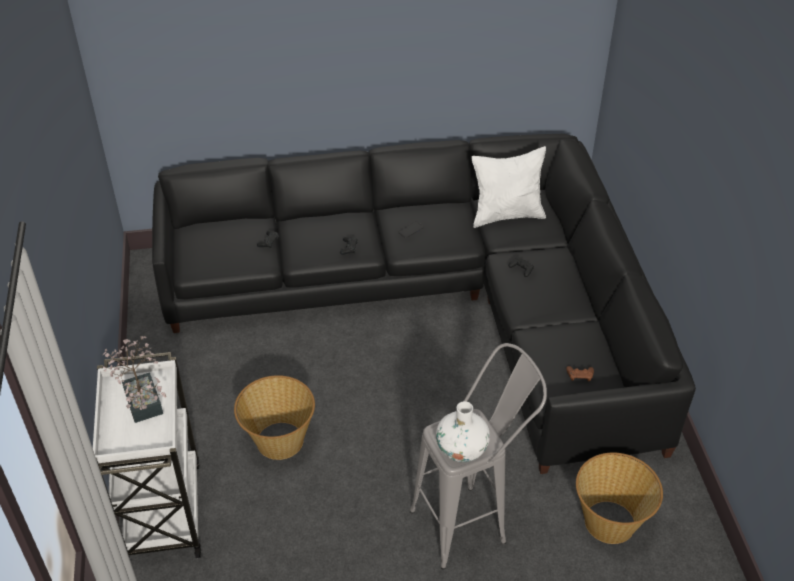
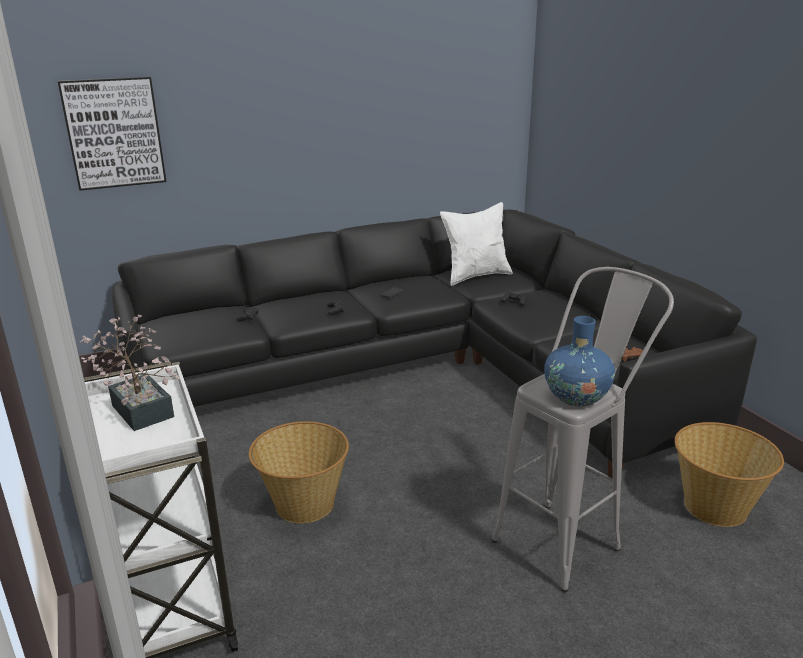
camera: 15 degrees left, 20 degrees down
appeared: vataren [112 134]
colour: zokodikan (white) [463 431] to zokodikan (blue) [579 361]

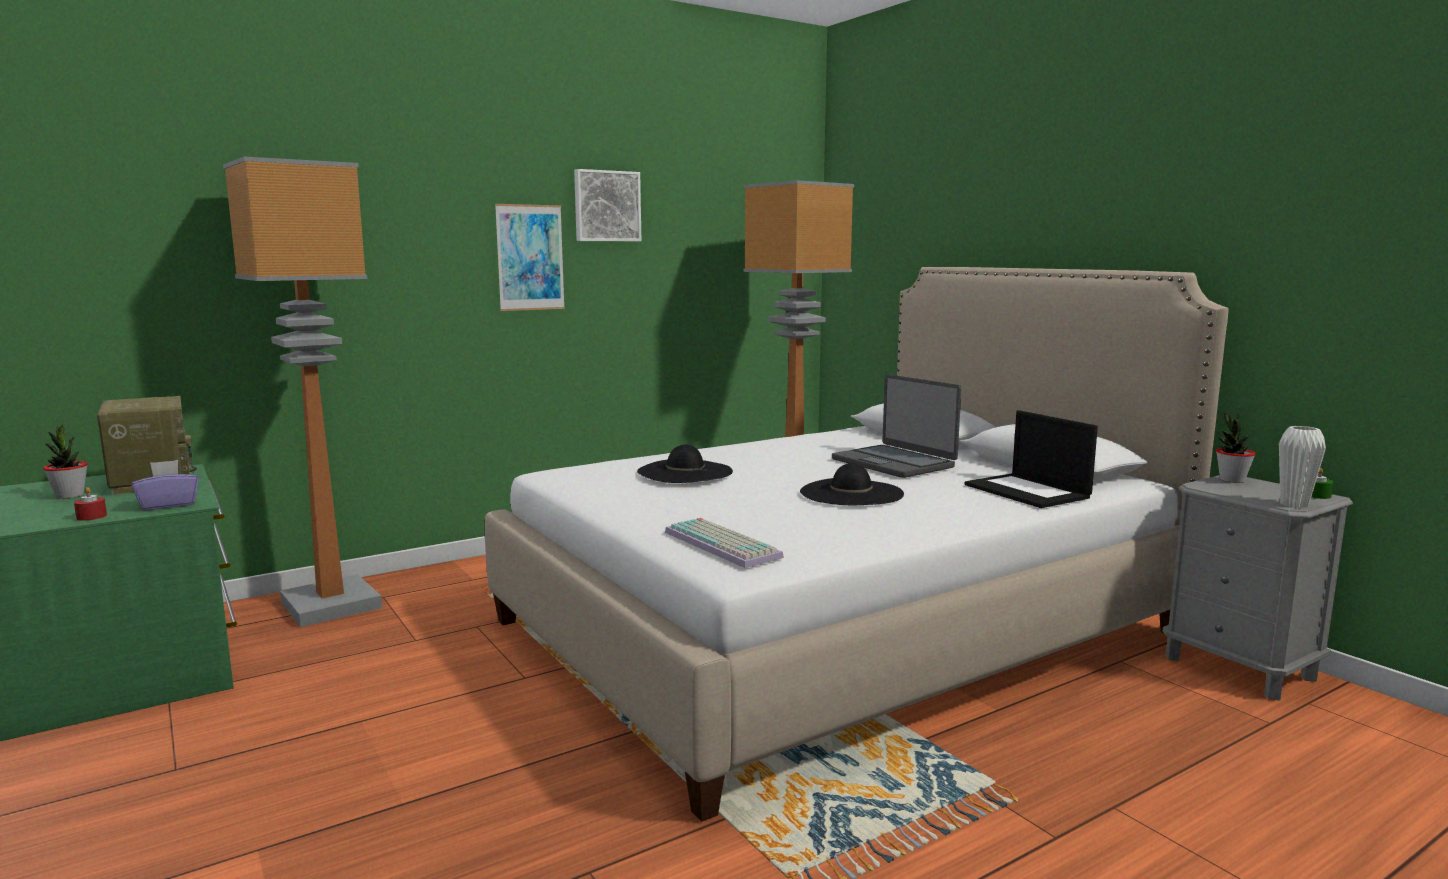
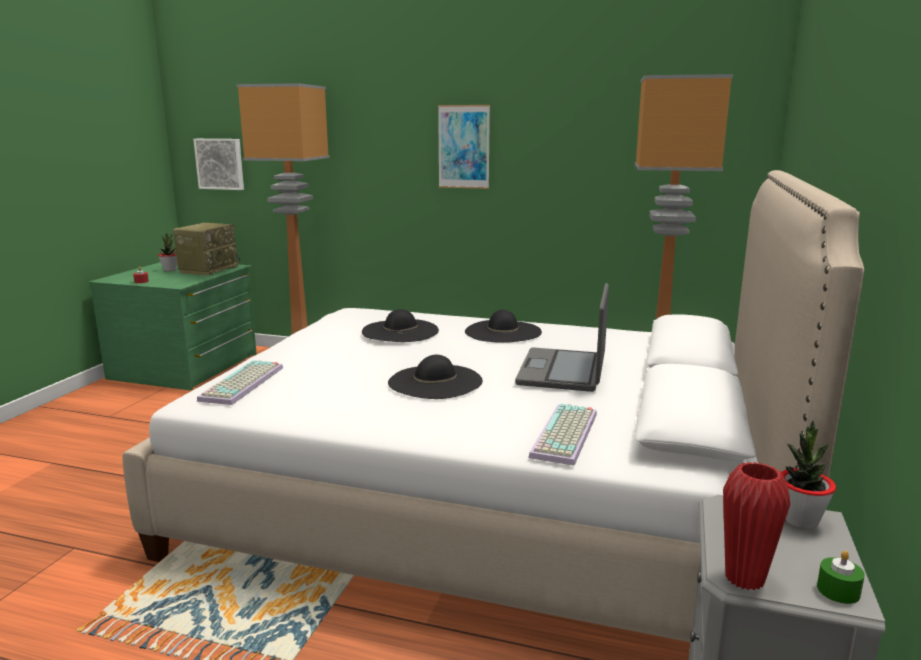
camera: 50 degrees right, 5 degrees up
missing: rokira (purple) [165 485]
appeared: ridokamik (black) [503 326]
relocated: vataren [607 205] to [218 164]
exchanged: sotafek [1031 459] to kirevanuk [562 435]
colour: zokodikan (white) [1302 467] to zokodikan (red) [756 526]

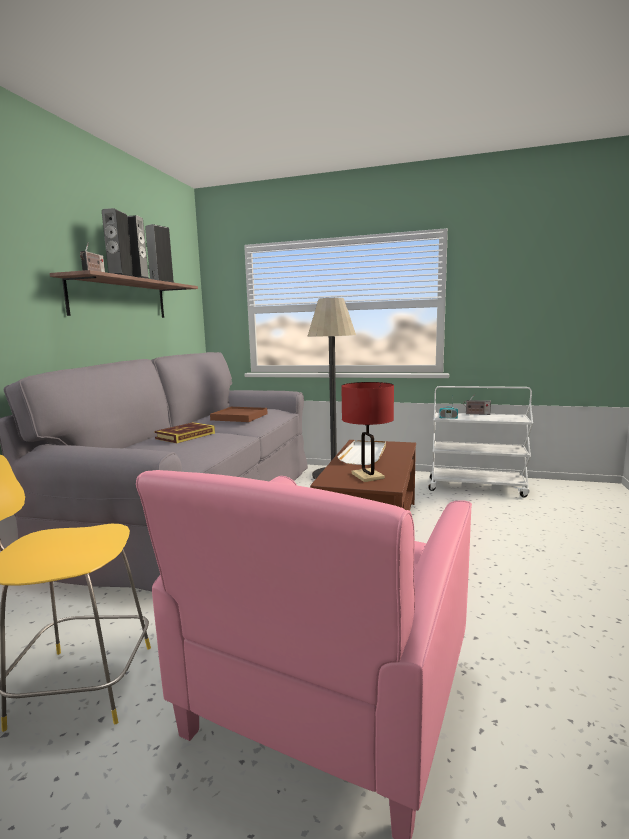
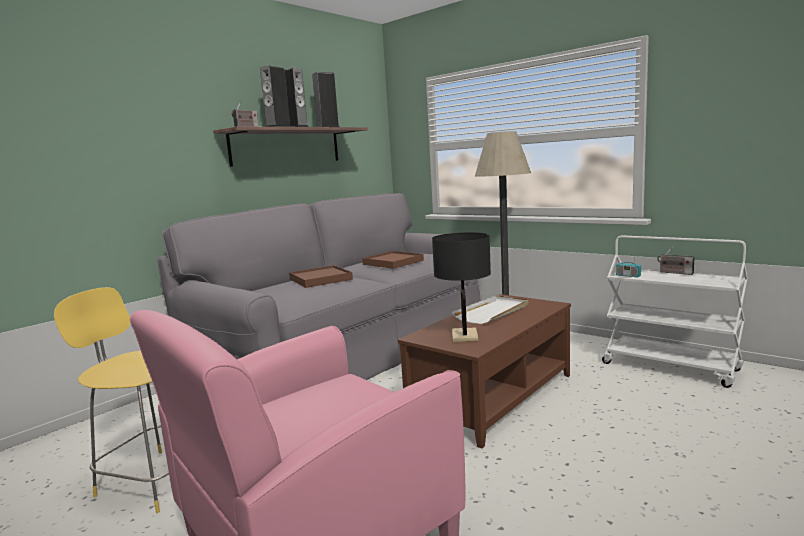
camera: 25 degrees right, 0 degrees up
exchanged: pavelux [184 432] to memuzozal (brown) [321 276]
colour: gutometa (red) [367 432] to gutometa (black) [461 287]

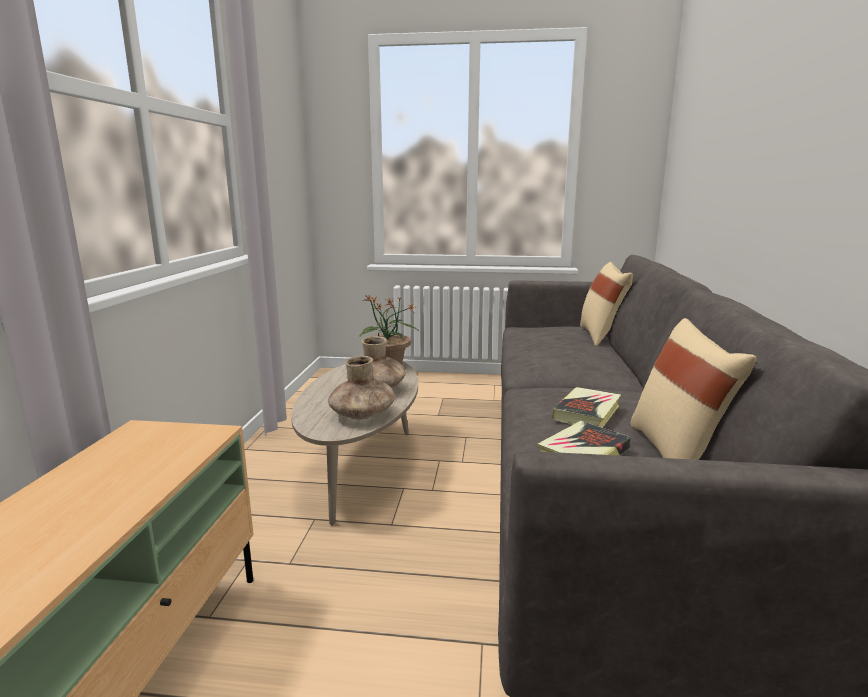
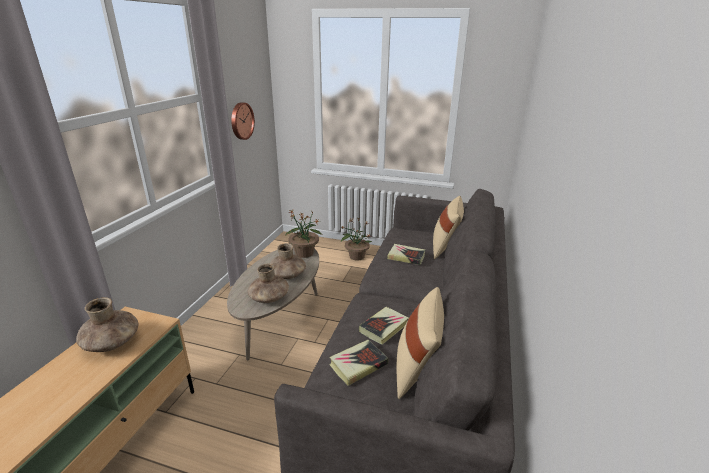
camera: 10 degrees right, 10 degrees up
appeared: zokodikan (brown) [107 324]; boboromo [243 121]; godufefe [356 239]; pavelux [406 254]

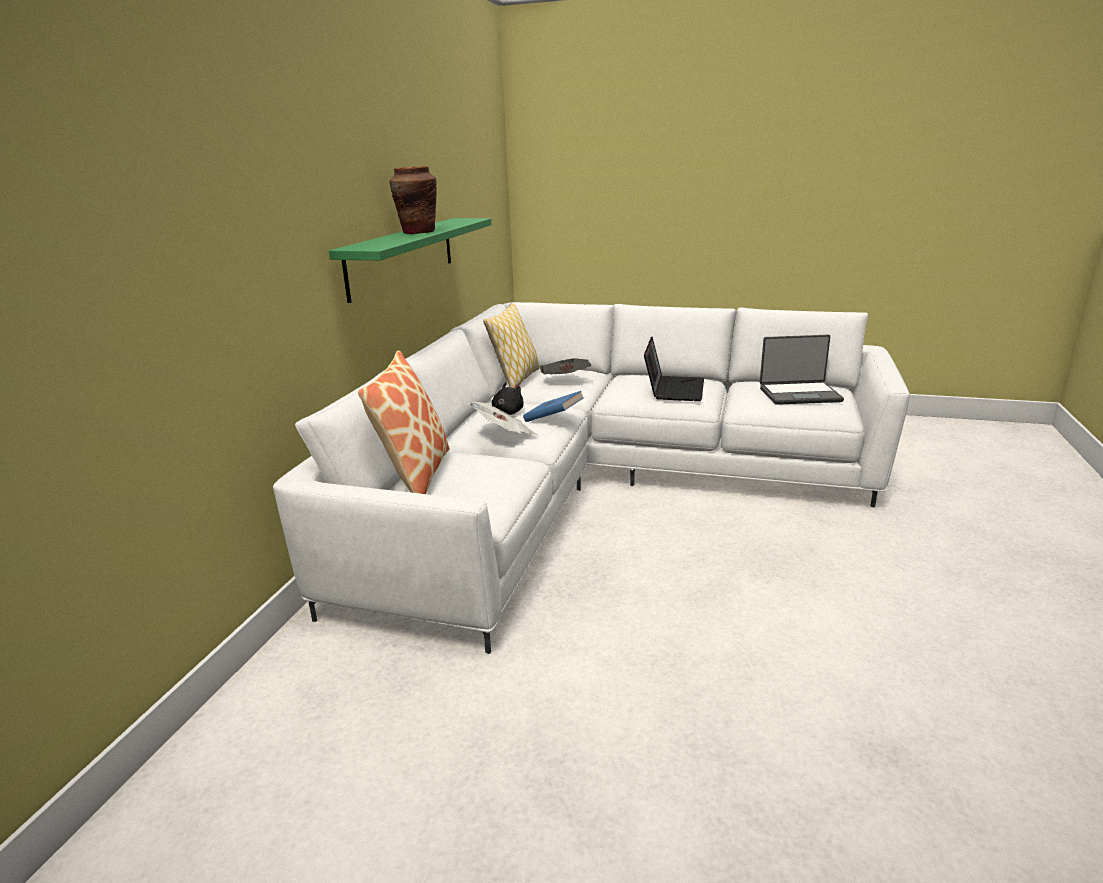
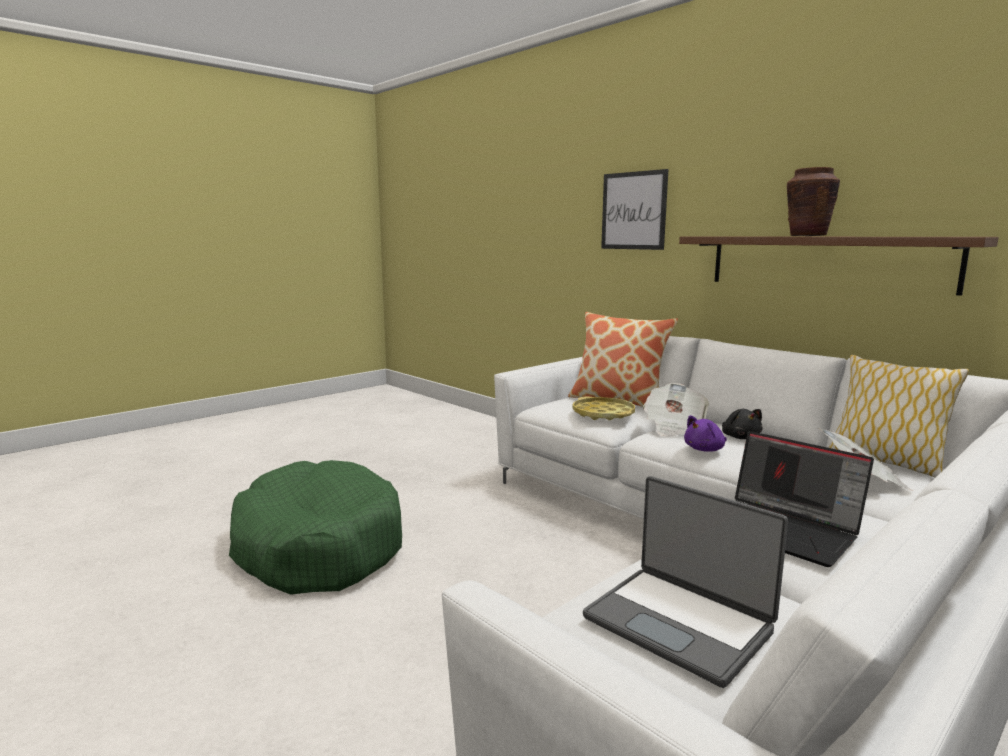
camera: 120 degrees right, 10 degrees down
appeared: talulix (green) [315 527]; memuzozal (yellow) [603 408]; vataren [635 209]
exchanged: pavelux (blue) [553 406] to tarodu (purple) [705 433]
colour: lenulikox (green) [410 260] to lenulikox (brown) [839 266]
spun: sotafek [802 370] = [685 582] 75 degrees counterclockwise

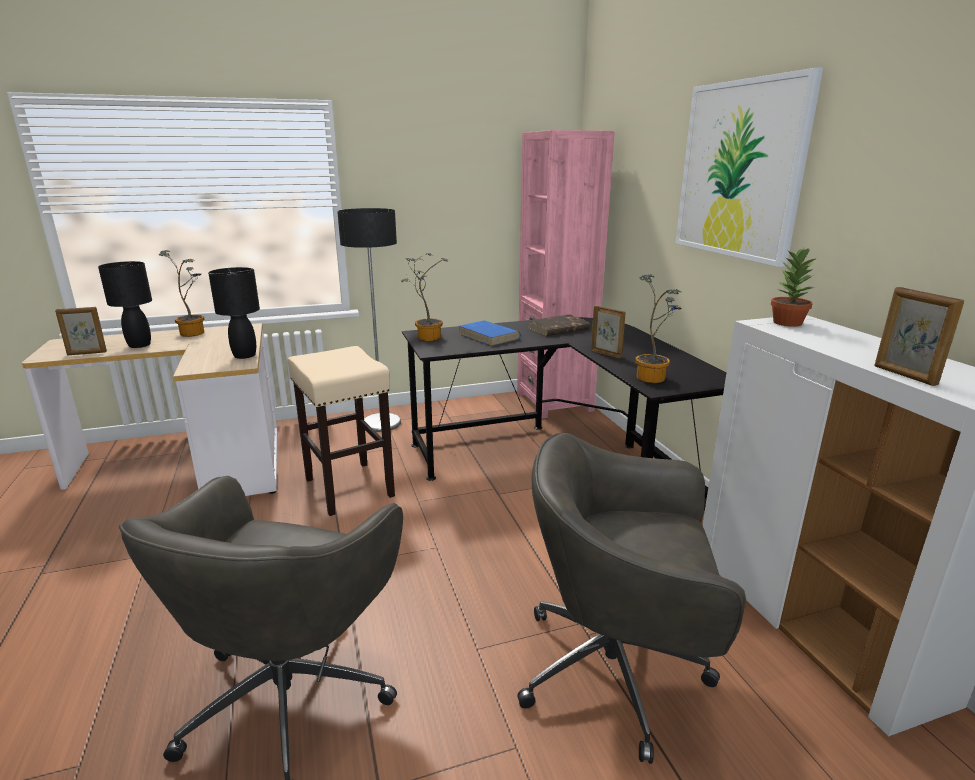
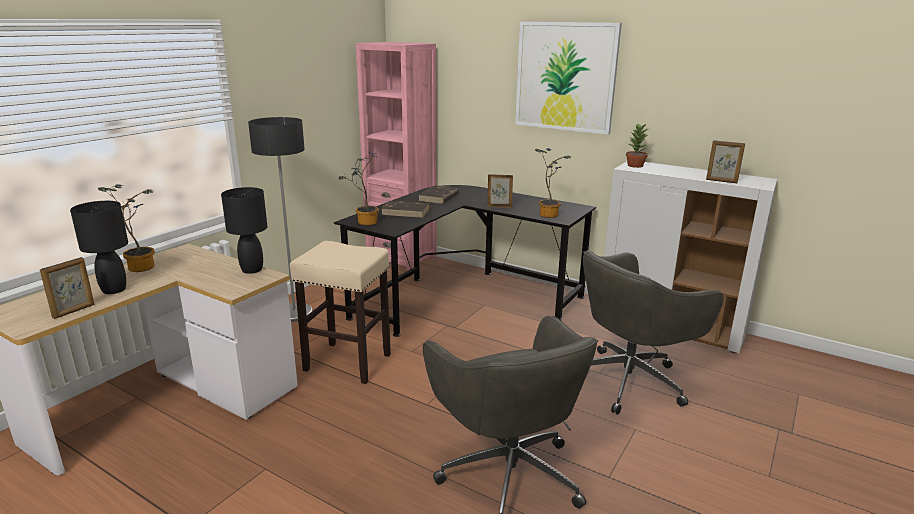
camera: 40 degrees left, 0 degrees up
colour: pavelux (blue) [490 333] to pavelux (brown) [405 209]

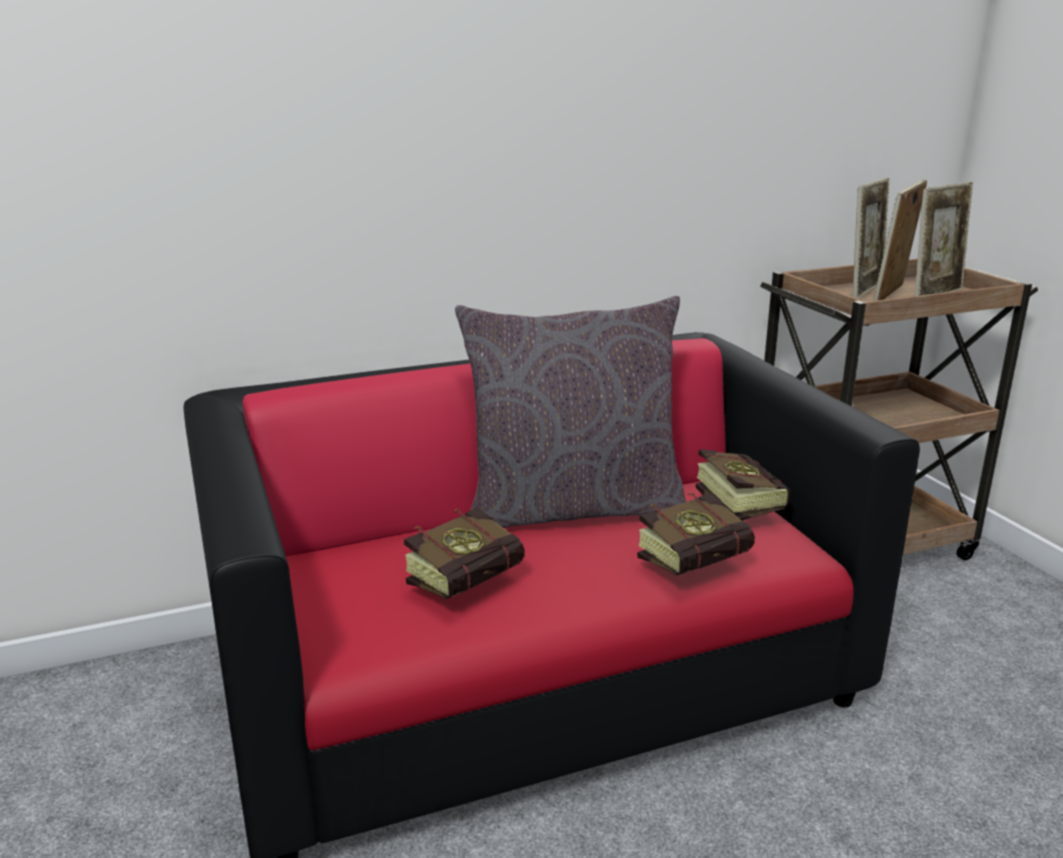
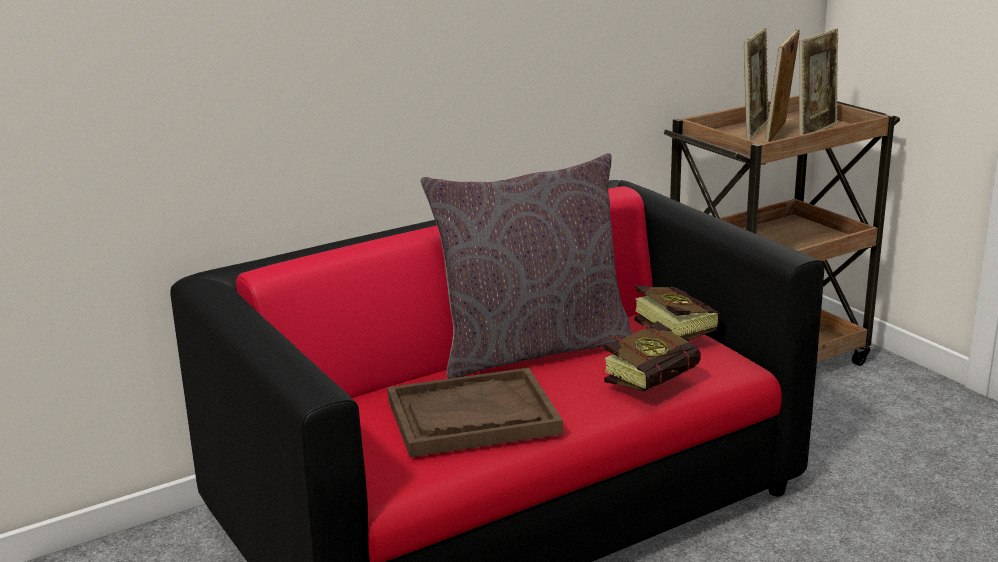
camera: 10 degrees left, 0 degrees up
exchanged: pavelux [464 553] to memuzozal (brown) [475 413]

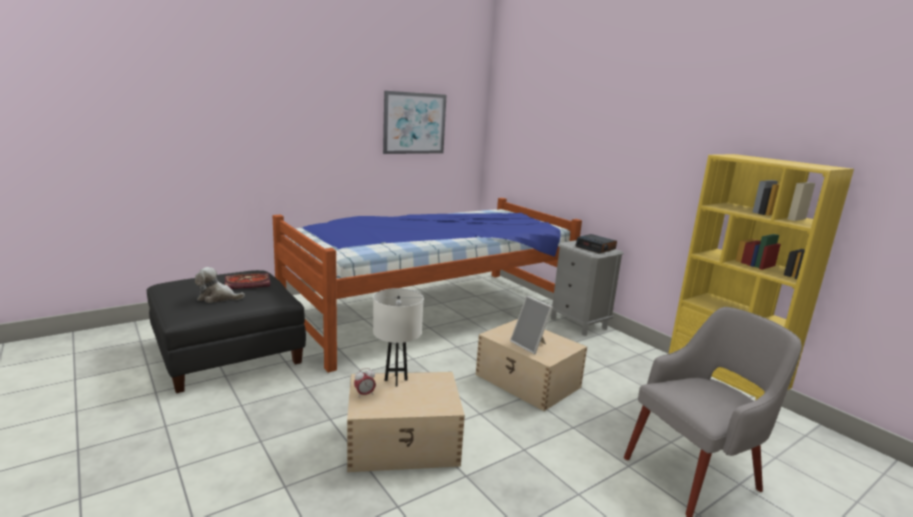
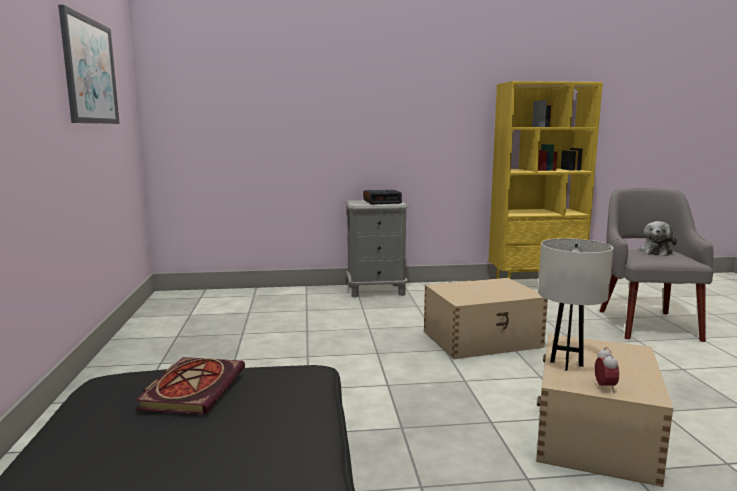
camera: 60 degrees left, 5 degrees down
missing: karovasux [427 285]; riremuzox [531 325]
relocated: tarodu [220 285] to [658 238]

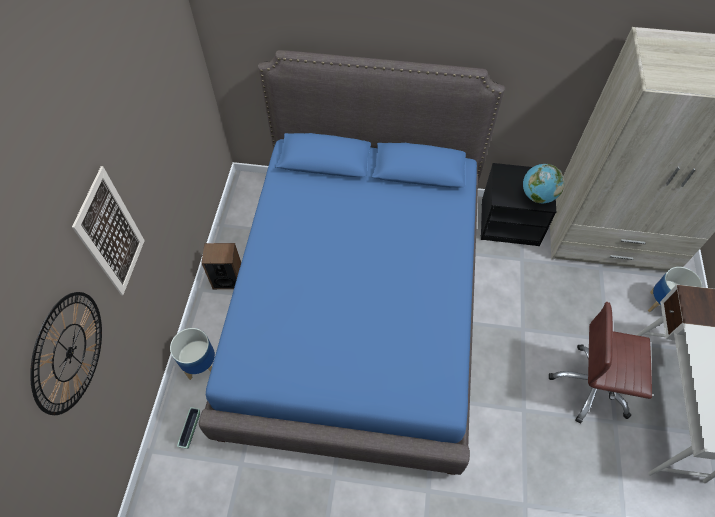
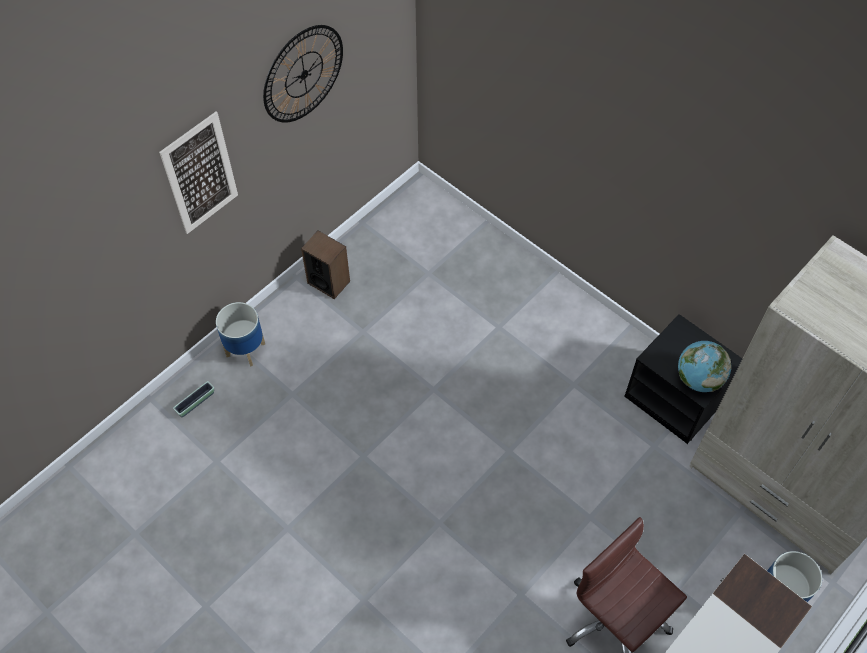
camera: 35 degrees right, 0 degrees up
missing: karovasux (blue) [352 262]
relocated: boboromo [66 353] to [303 74]

